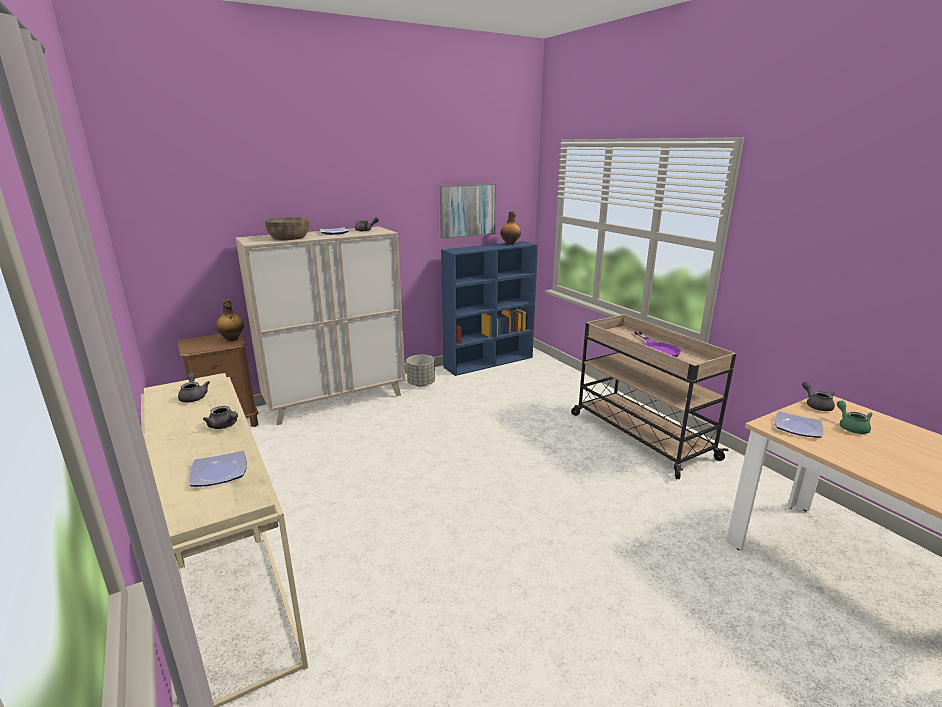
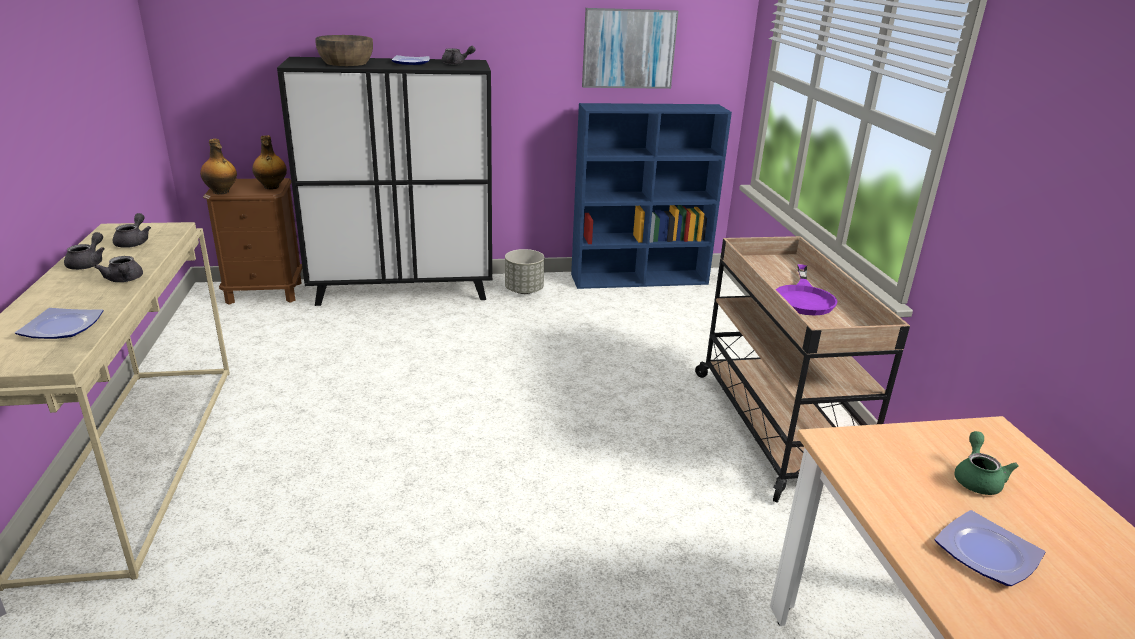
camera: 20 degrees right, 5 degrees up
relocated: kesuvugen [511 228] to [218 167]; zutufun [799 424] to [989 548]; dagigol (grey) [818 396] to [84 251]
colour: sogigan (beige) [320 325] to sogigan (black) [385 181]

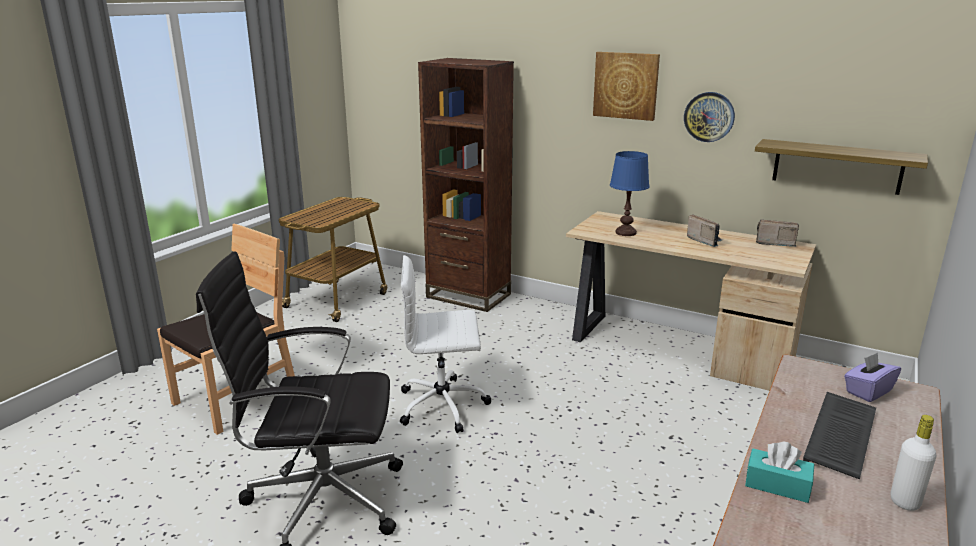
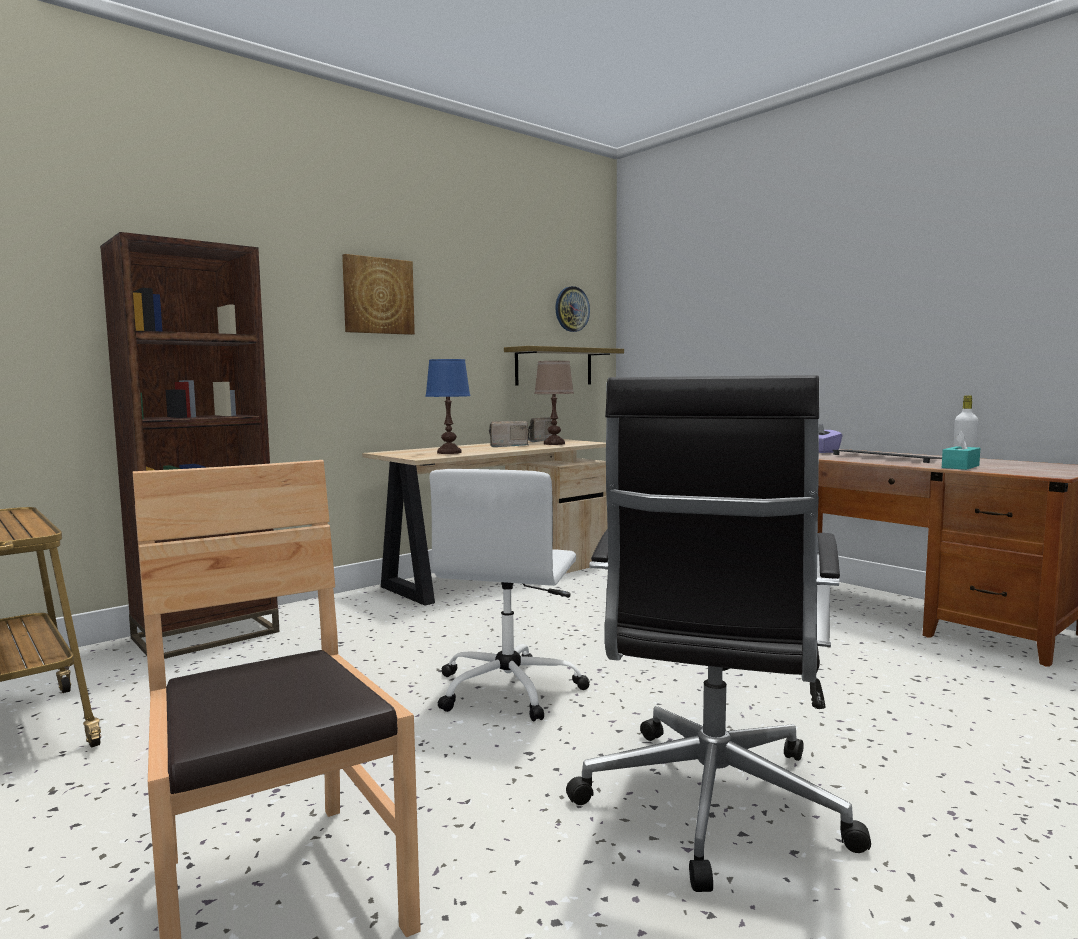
camera: 70 degrees left, 15 degrees down
appeared: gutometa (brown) [554 403]
relocated: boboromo [709 117] to [572 309]

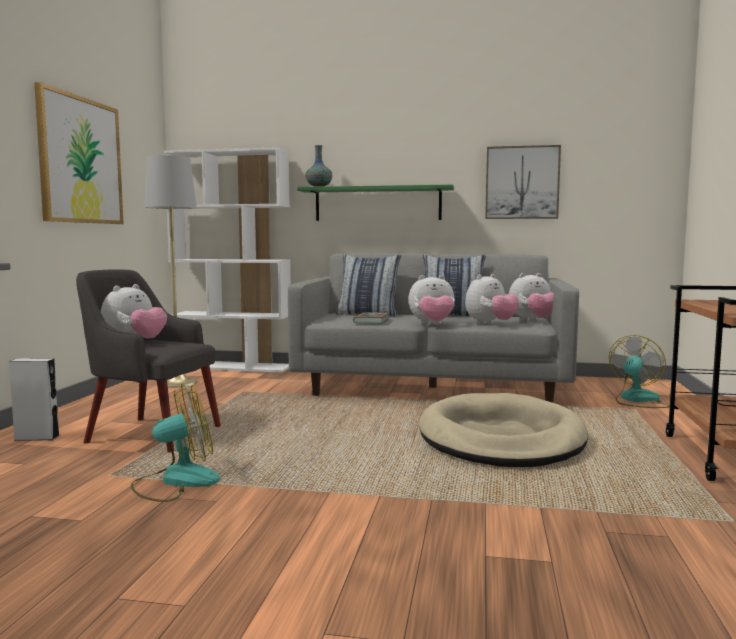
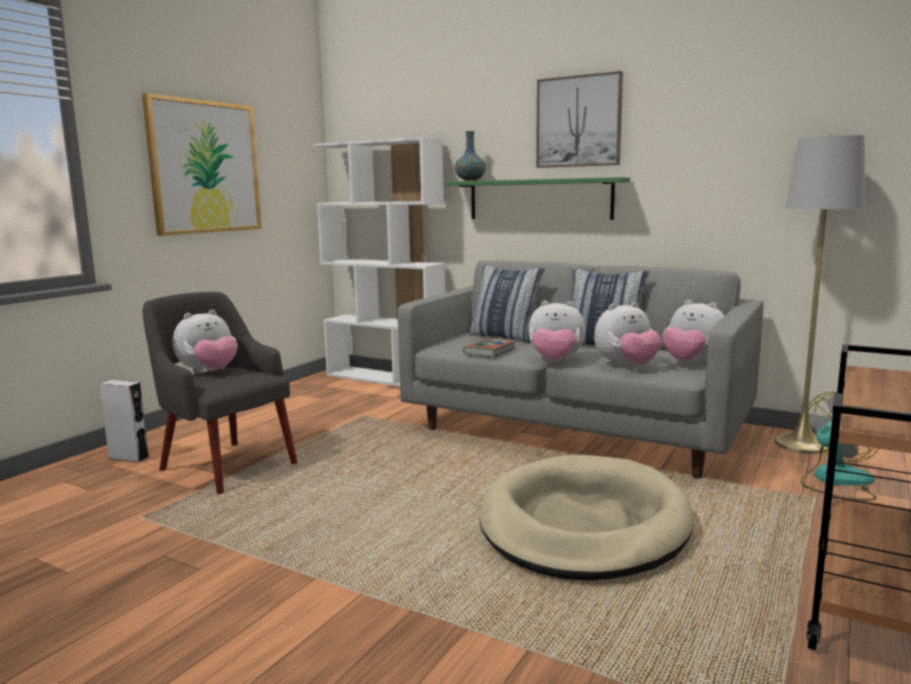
camera: 20 degrees right, 5 degrees up
missing: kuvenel [176 442]
relocated: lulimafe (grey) [170 271] to [819 294]; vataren [523 182] to [579 119]
spun: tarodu [531 297] = [693 332] 45 degrees clockwise

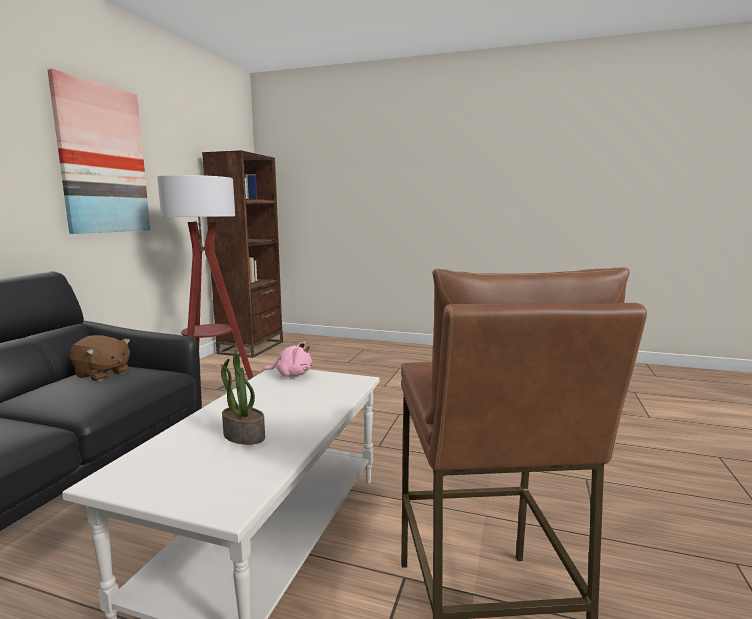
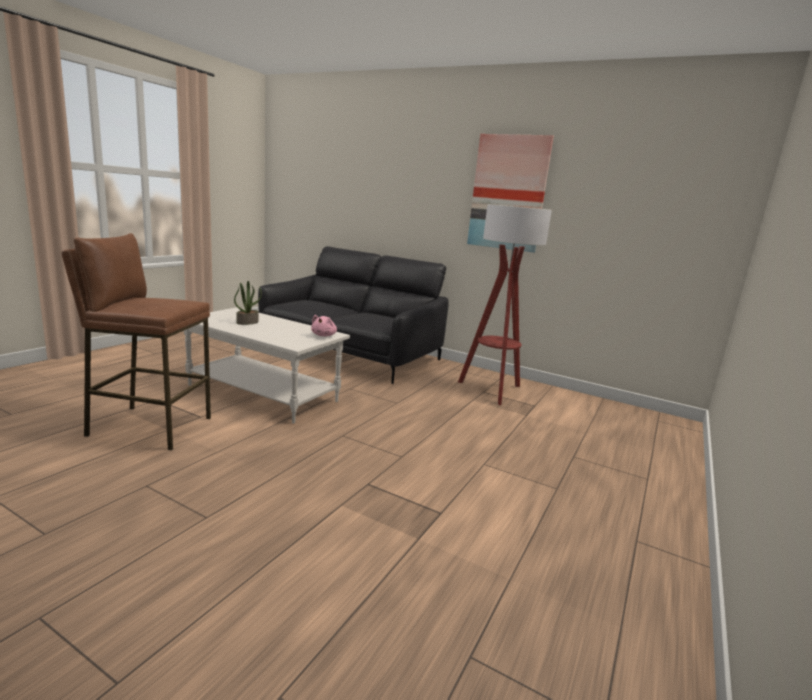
camera: 100 degrees right, 5 degrees up
missing: tarodu (brown) [100 358]; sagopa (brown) [242 254]

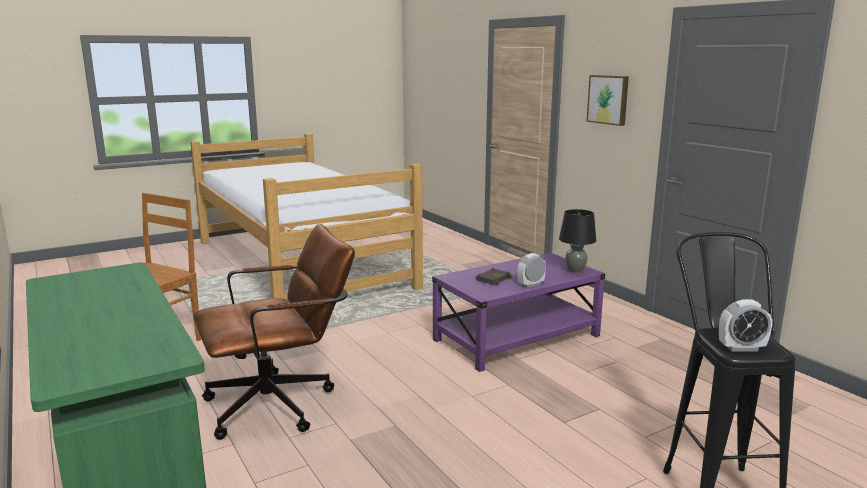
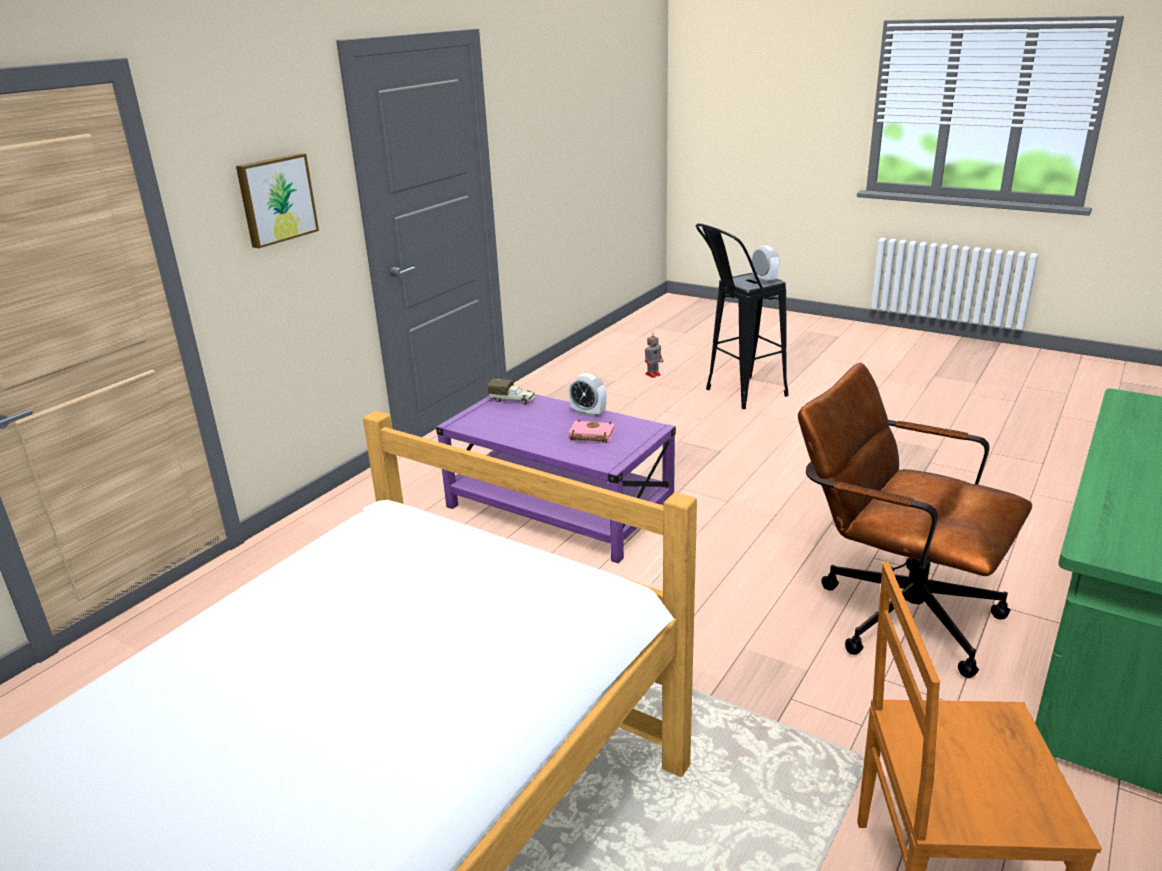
camera: 115 degrees left, 10 degrees up
appeared: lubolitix [654 355]
exchanged: gutometa (black) [577 241] to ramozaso [511 392]
colour: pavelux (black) [493 276] to pavelux (pink) [592 431]

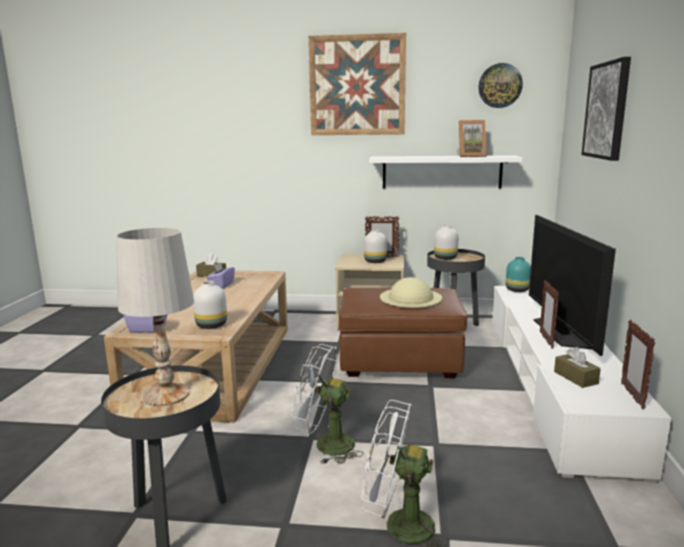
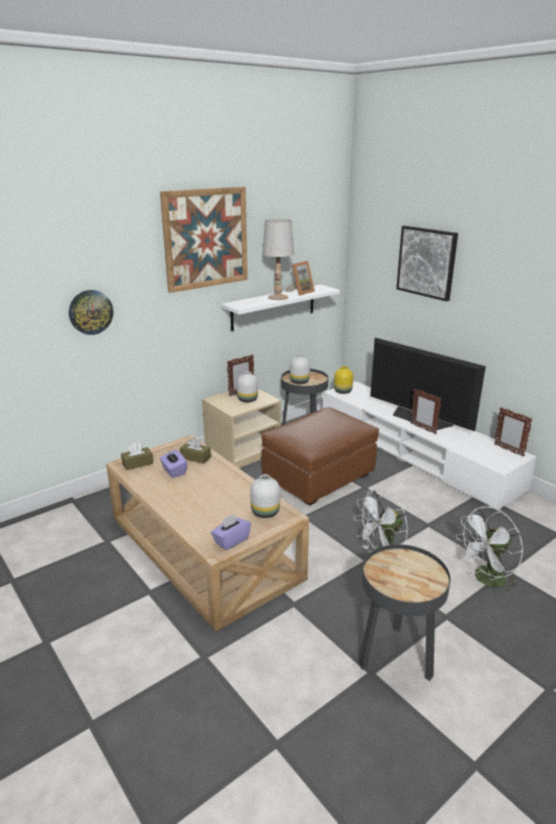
camera: 45 degrees left, 10 degrees up
missing: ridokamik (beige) [411 292]
relocated: gutometa (white) [155 317] to [278 259]; boboromo [500 85] to [91 312]; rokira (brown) [577 367] to [195 451]
colour: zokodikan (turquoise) [518 274] to zokodikan (yellow) [343 380]

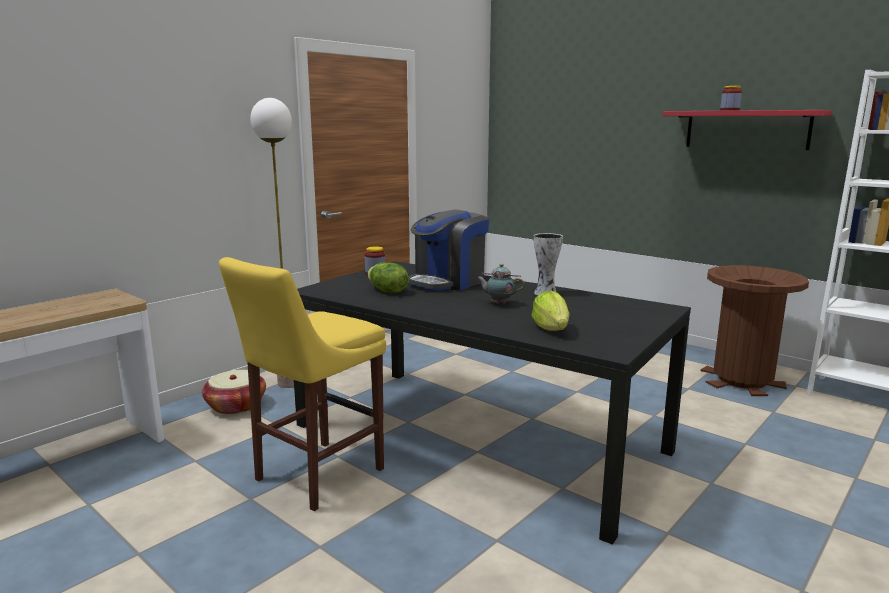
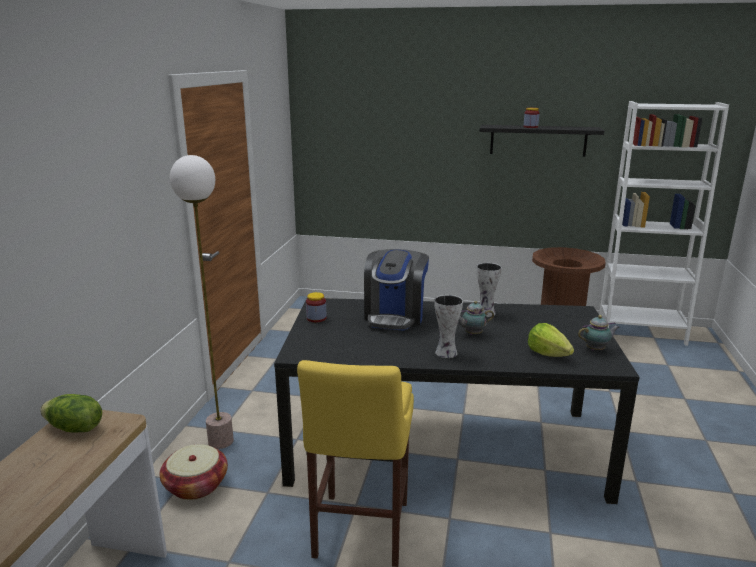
camera: 30 degrees left, 5 degrees up
appeared: zokodikan [448 326]; dagigol [599 332]
relocated: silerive [388 277] to [71 413]
colour: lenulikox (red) [747 130] to lenulikox (black) [542 141]

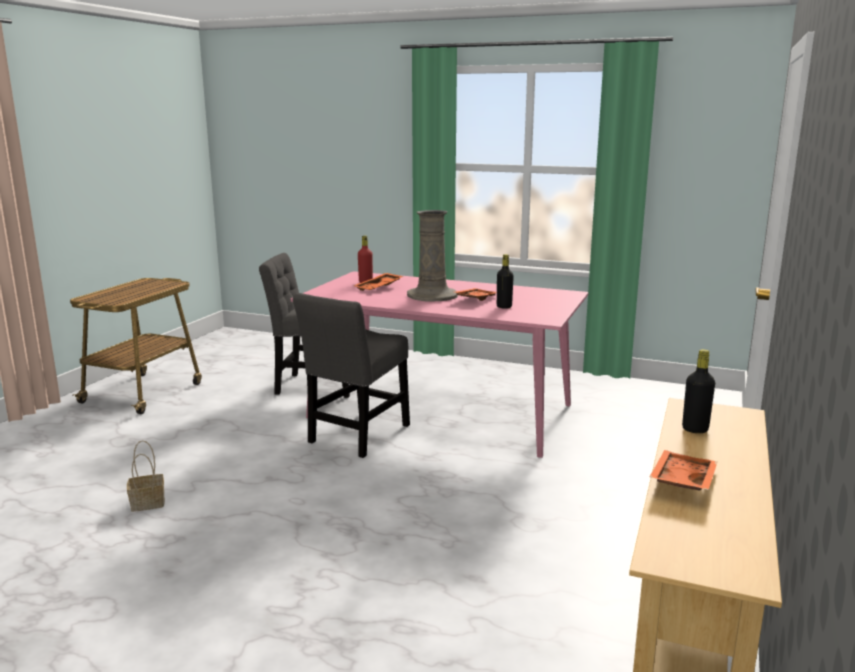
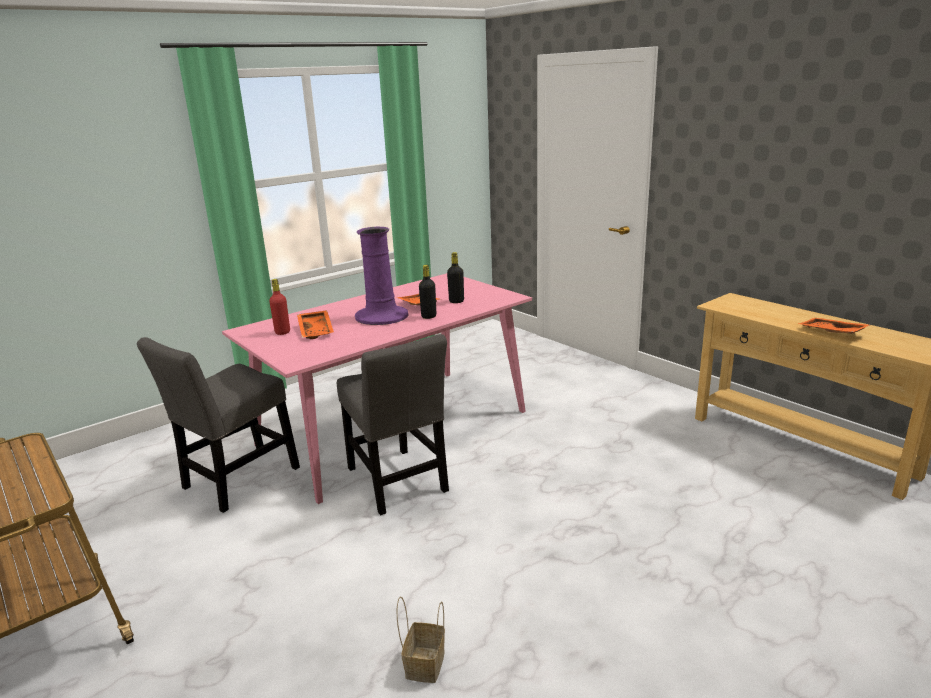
camera: 60 degrees left, 5 degrees up
relocated: kesuvugen (black) [698 391] to [427 292]
colour: zokodikan (beige) [432 256] to zokodikan (purple) [381 276]

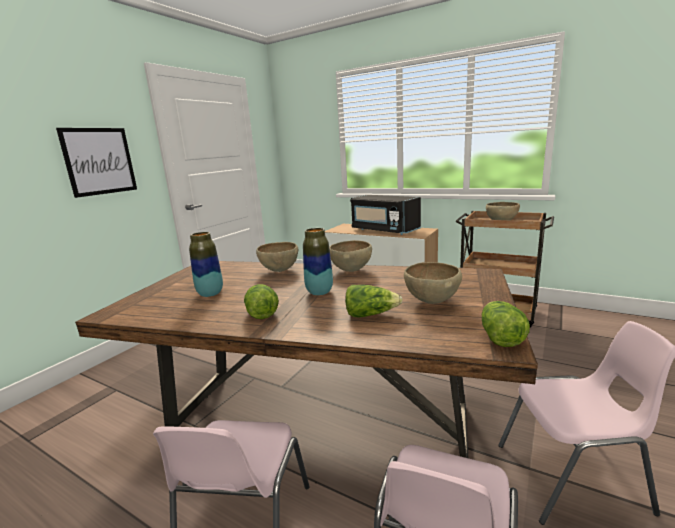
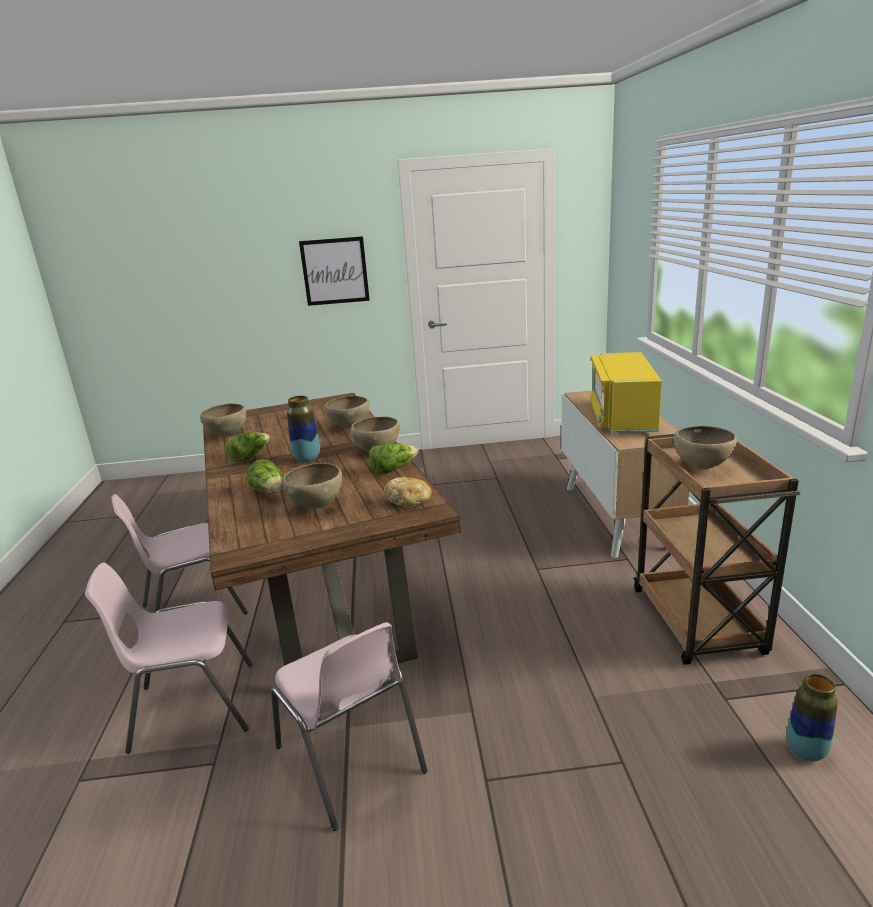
camera: 55 degrees right, 5 degrees up
appeared: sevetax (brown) [223 420]; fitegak [408 492]
relocated: zokodikan [206 264] to [812 717]; silerive [506 324] to [394 458]
colour: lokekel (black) [385 215] to lokekel (yellow) [626 392]

